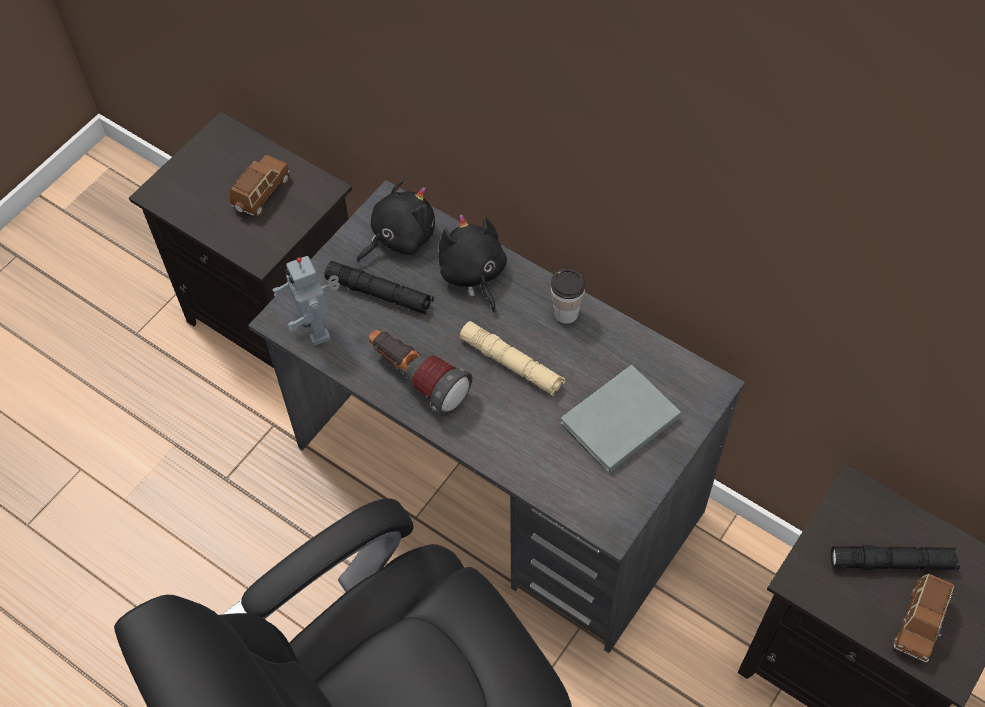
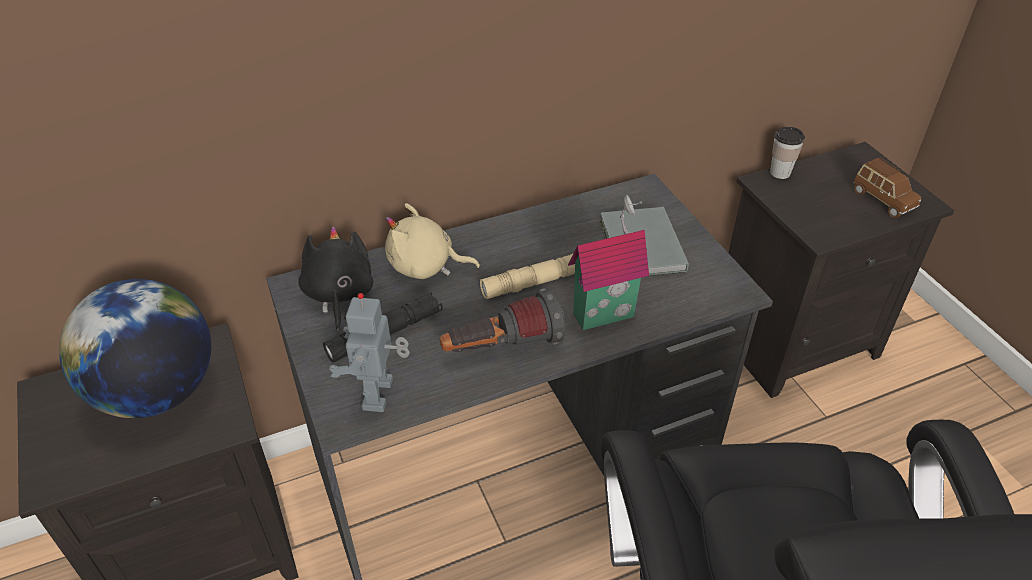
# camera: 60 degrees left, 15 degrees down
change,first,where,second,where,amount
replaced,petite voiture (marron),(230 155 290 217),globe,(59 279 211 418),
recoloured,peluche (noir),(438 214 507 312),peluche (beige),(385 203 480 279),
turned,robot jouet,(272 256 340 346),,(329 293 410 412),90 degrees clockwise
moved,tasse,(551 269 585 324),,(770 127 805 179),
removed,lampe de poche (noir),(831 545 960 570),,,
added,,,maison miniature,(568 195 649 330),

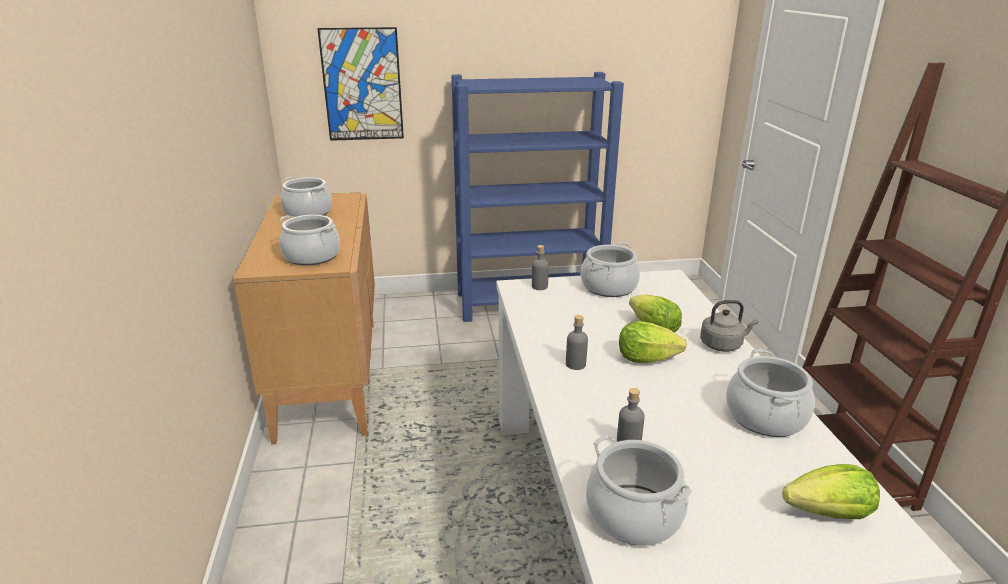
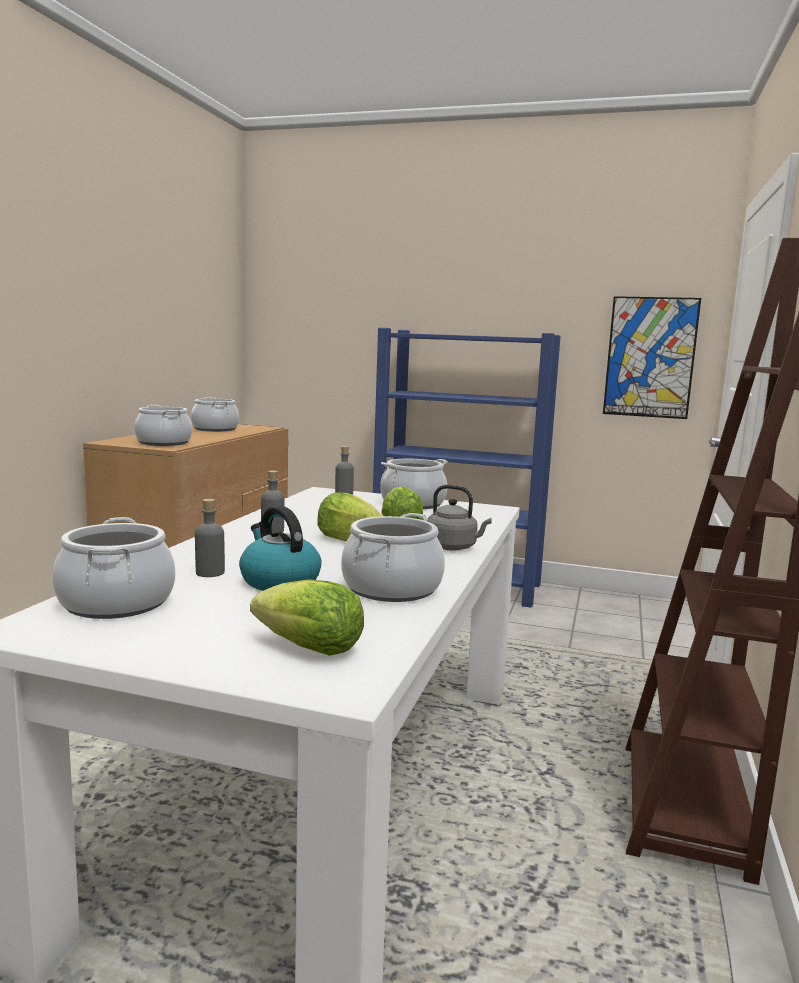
# camera: 25 degrees right, 15 degrees down
change,first,where,second,where,amount
moved,tableau,(317 27 404 141),,(603 296 701 419),
added,,,bouilloire,(239 506 322 591),

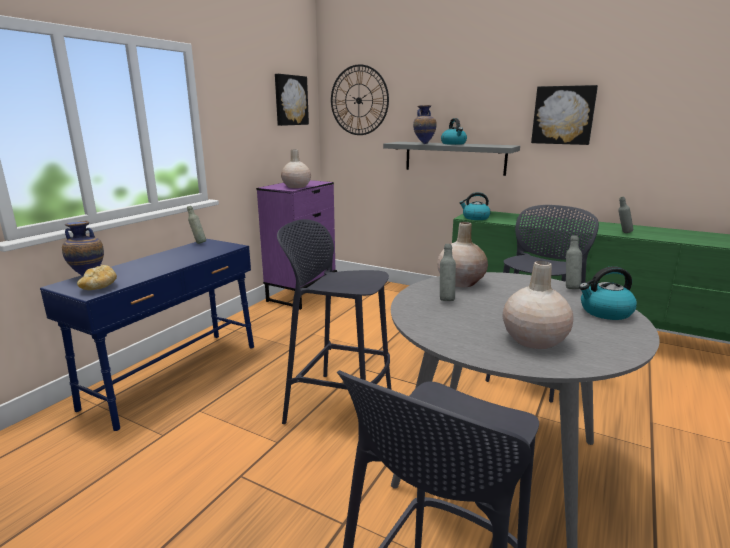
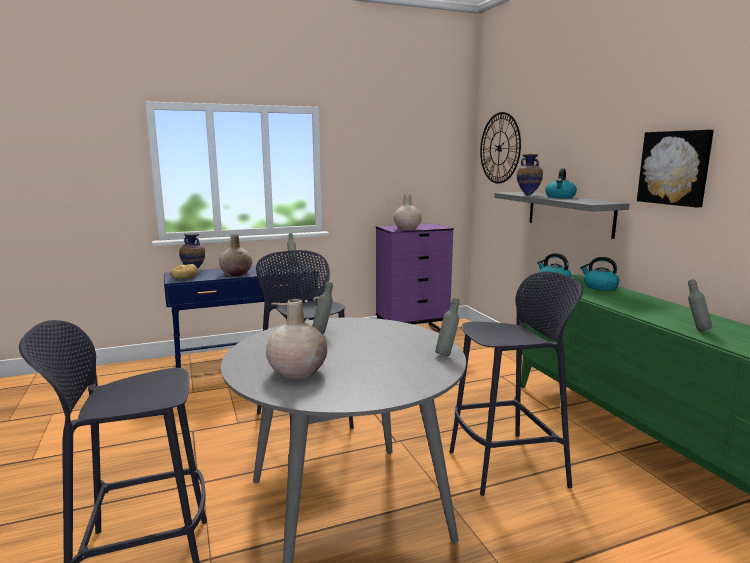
# camera: 40 degrees right, 5 degrees down
change,first,where,second,where,amount
removed,tableau,(275 74 309 126),,,
moved,vase (beige),(437 222 488 287),,(219 234 252 276),
moved,bouilloire,(579 266 637 320),,(580 257 619 291),

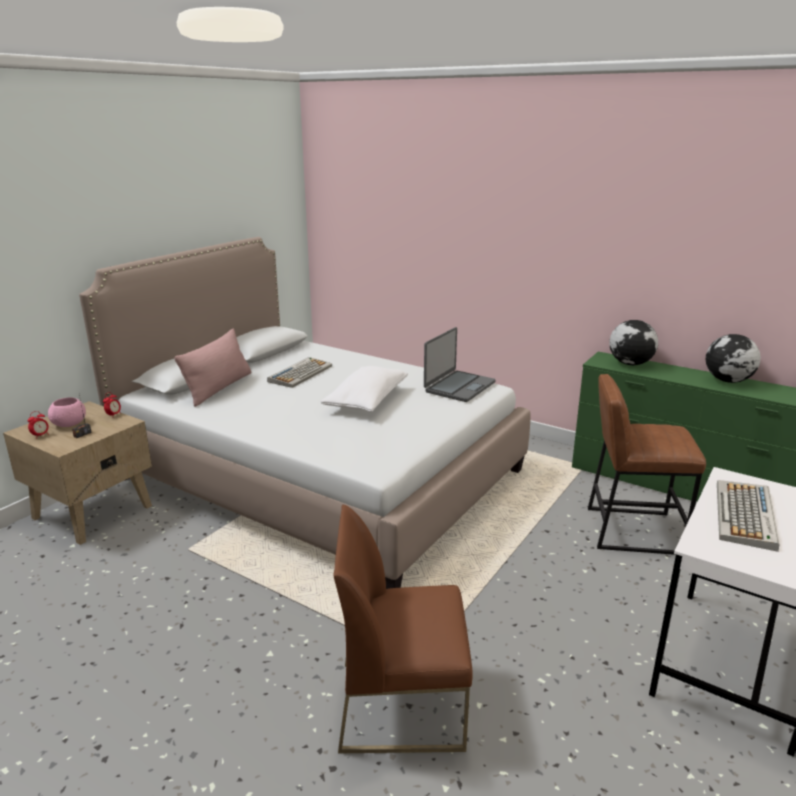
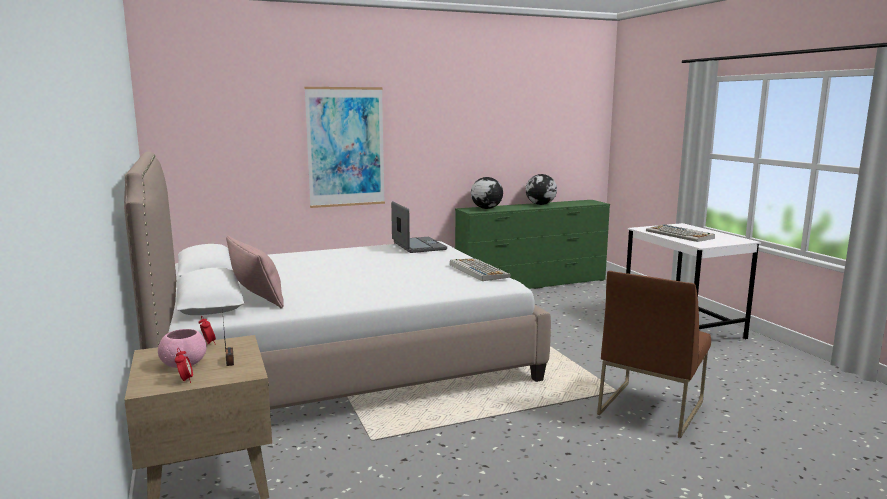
# camera: 55 degrees left, 10 degrees down
change,first,where,second,where,amount
moved,clavier,(267 357 332 388),,(450 258 511 281),
removed,coussin (blanc),(321 366 408 412),,,
removed,chaise (marron),(588 374 706 555),,,
added,,,tableau,(304 87 385 208),

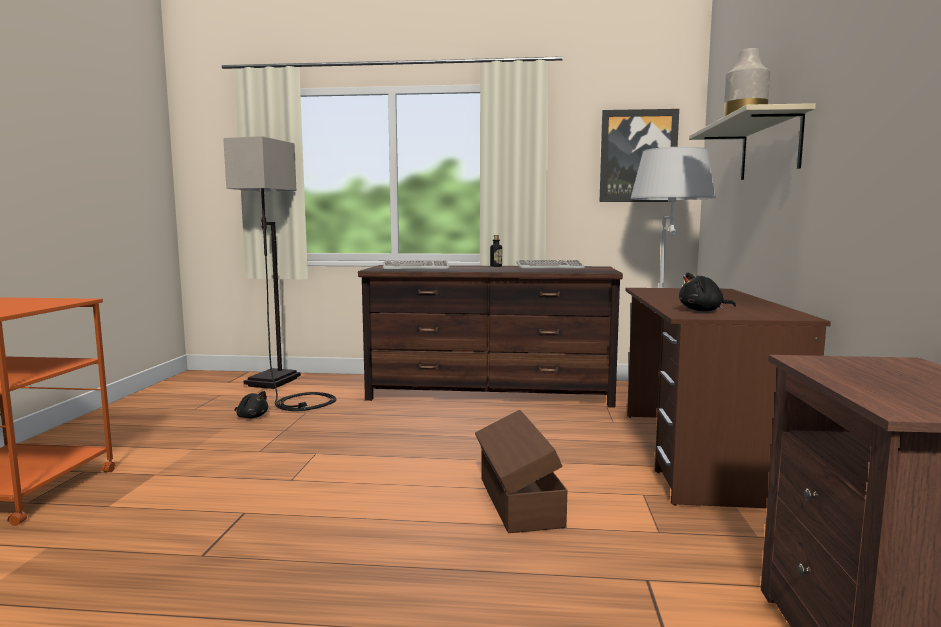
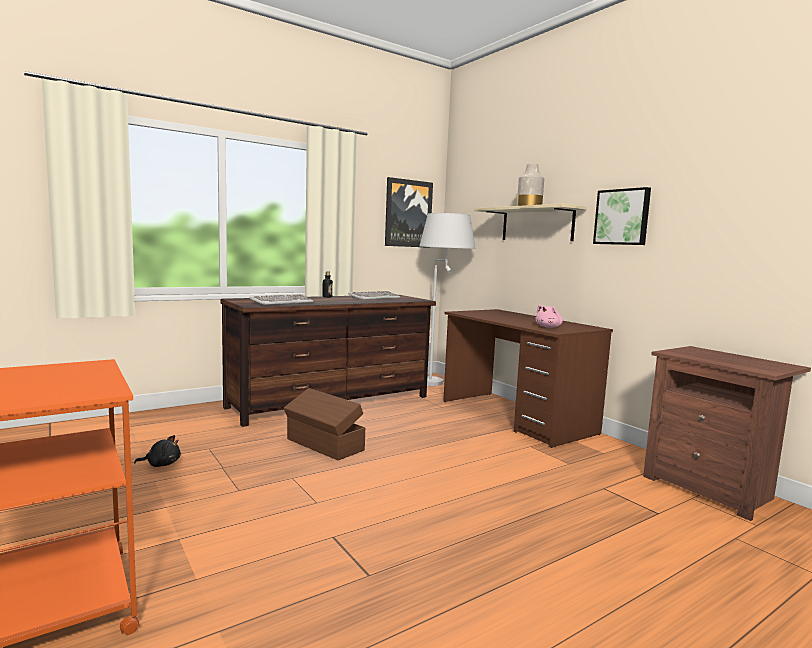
# camera: 40 degrees left, 0 degrees up
change,first,where,second,where,amount
removed,lampadaire,(223 136 337 411),,,
recoloured,peluche (noir),(679 273 736 311),peluche (rose),(535 304 563 328),
moved,boîte de rangement (marron),(475 410 568 533),,(284 388 365 460),
added,,,tableau,(593 187 651 245),

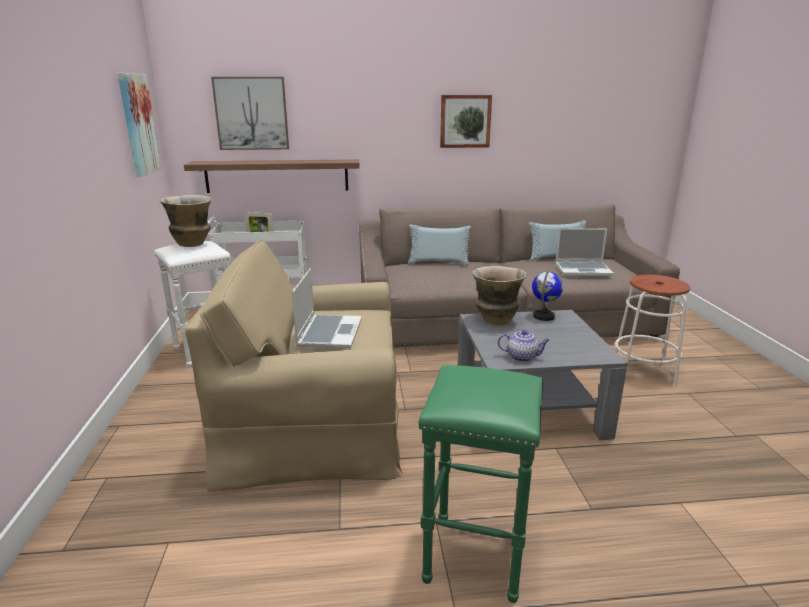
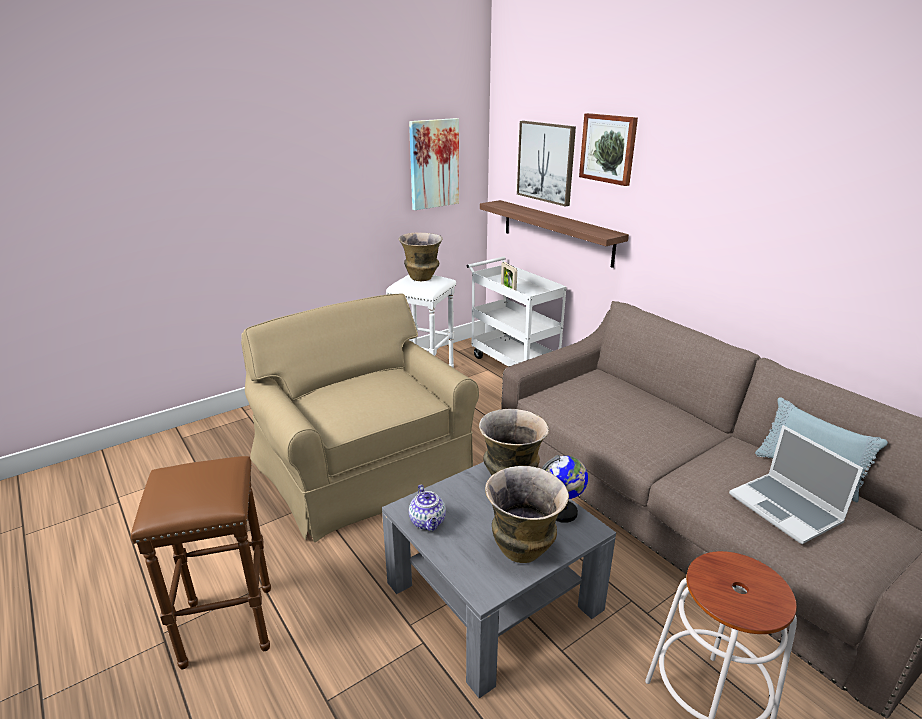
# camera: 60 degrees right, 5 degrees up
change,first,where,second,where,amount
moved,tableau,(440 95 492 148),,(579 113 638 186),
removed,coussin (bleu),(408 224 471 266),,,
removed,ordinateur portable,(292 268 362 349),,,
recoloured,tabouret (vert),(419 365 543 603),tabouret (marron),(131 456 271 669),
added,,,vase,(485 466 569 563),

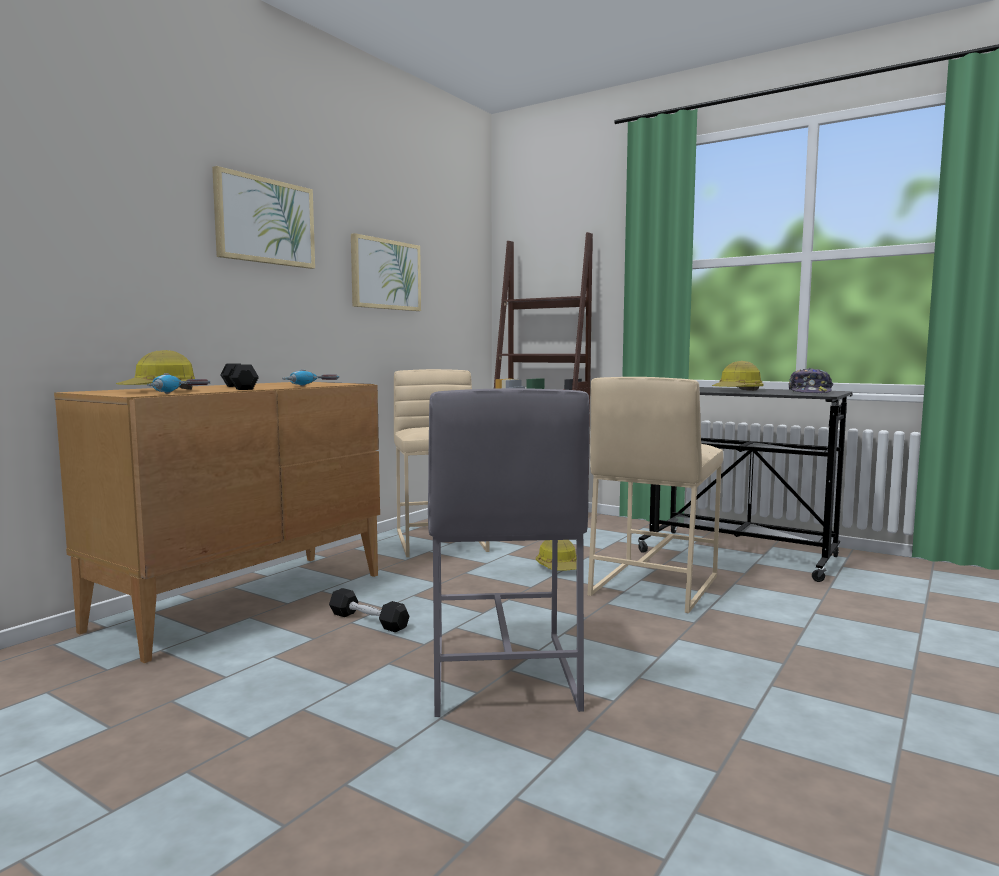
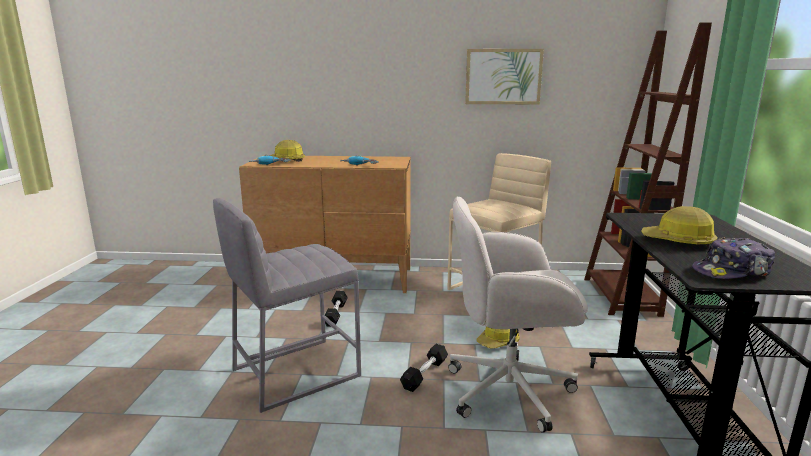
# camera: 60 degrees right, 10 degrees up
change,first,where,second,where,amount
removed,tableau,(212 166 315 269),,,
moved,haltère (noir),(221 363 259 390),,(400 344 448 392),
replaced,tabouret (beige),(587 377 723 613),chaise de bureau (blanc),(448 196 588 433),

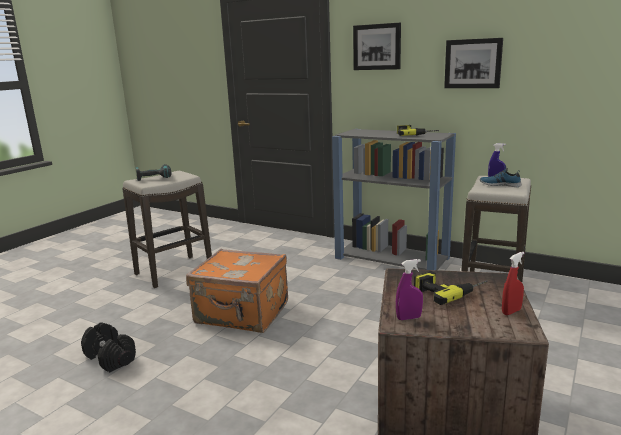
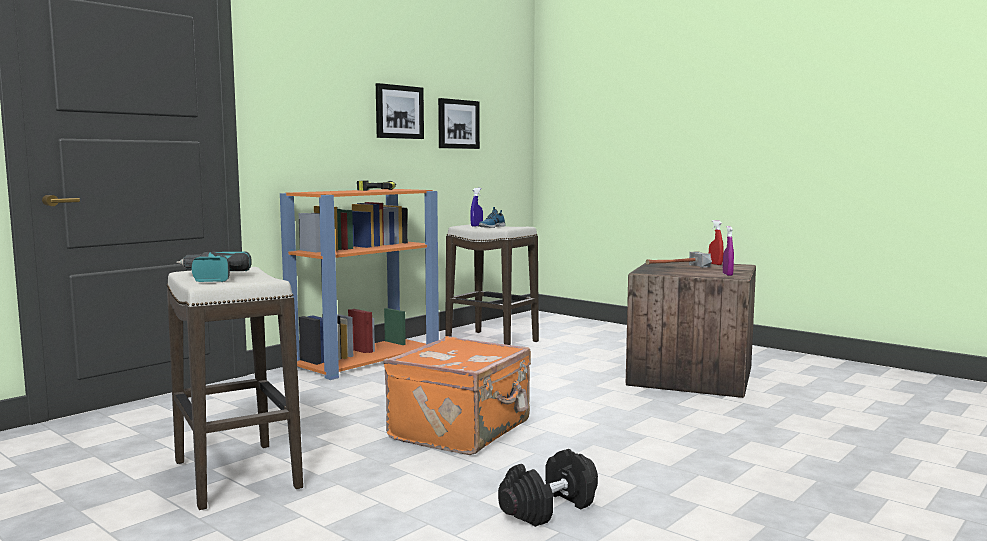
# camera: 80 degrees left, 10 degrees down
change,first,where,second,where,amount
moved,tableau,(353 23 401 70),,(438 98 480 149),
recoloured,bibliothèque (gris),(332 129 456 270),bibliothèque (orange),(280 189 439 380),
replaced,perceuse,(414 271 488 305),marteau,(646 251 712 268),

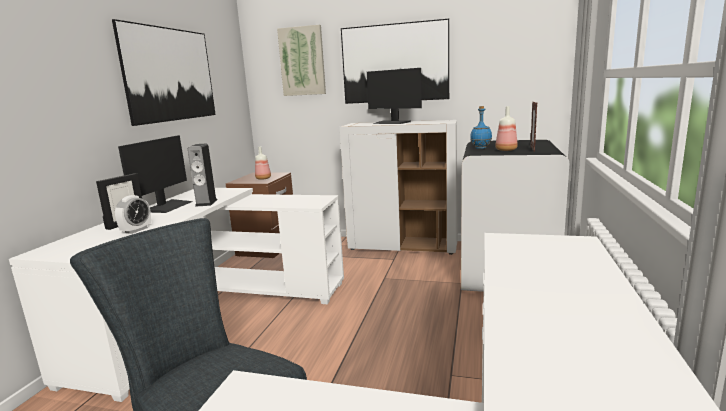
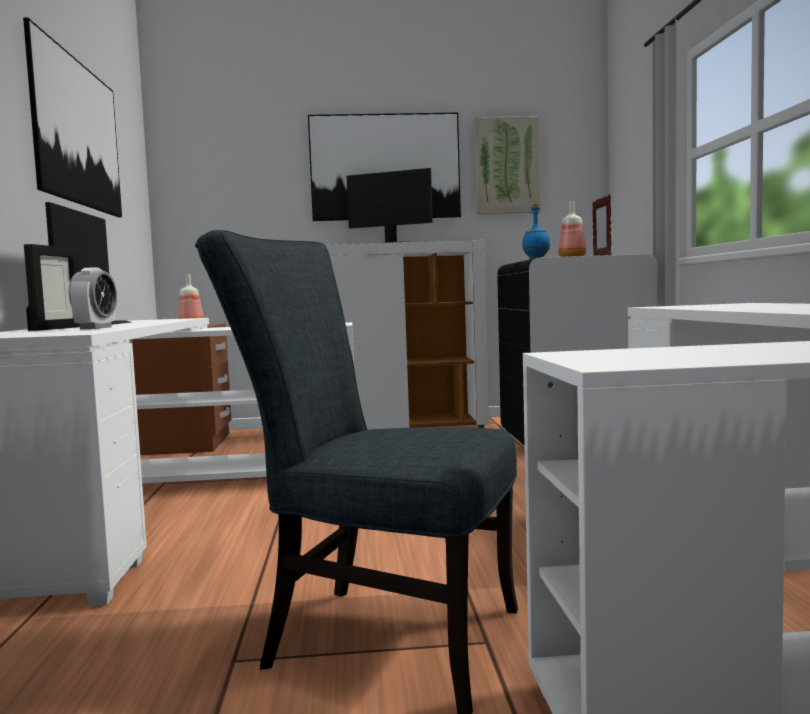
# camera: 20 degrees left, 10 degrees down
change,first,where,second,where,amount
moved,tableau,(277 25 326 96),,(474 116 541 214),
removed,enceinte,(188 144 217 207),,,

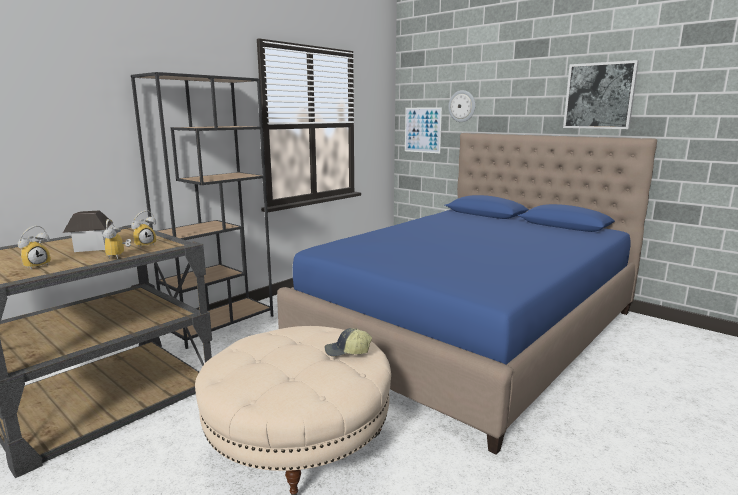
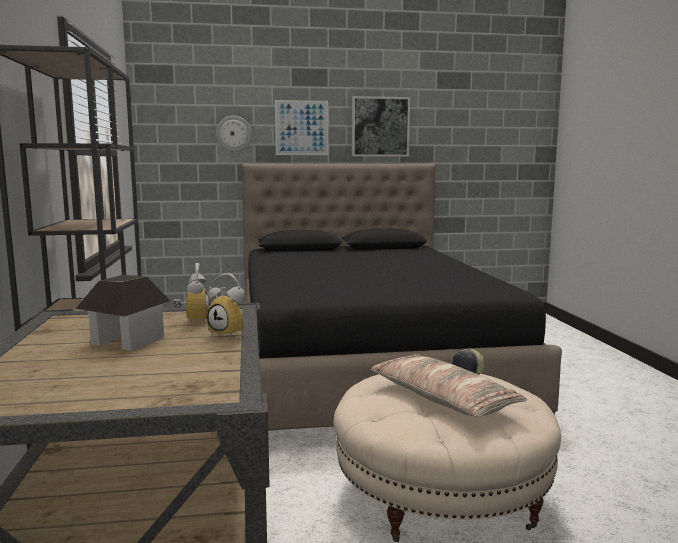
# camera: 50 degrees left, 5 degrees down
change,first,where,second,where,amount
moved,tableau,(405 107 442 153),,(275 100 328 155),
recoloured,lit (bleu),(277 133 657 455),lit (noir),(242 164 562 431),
removed,réveil,(18 226 51 270),,,
added,,,coussin,(371 354 527 417),

